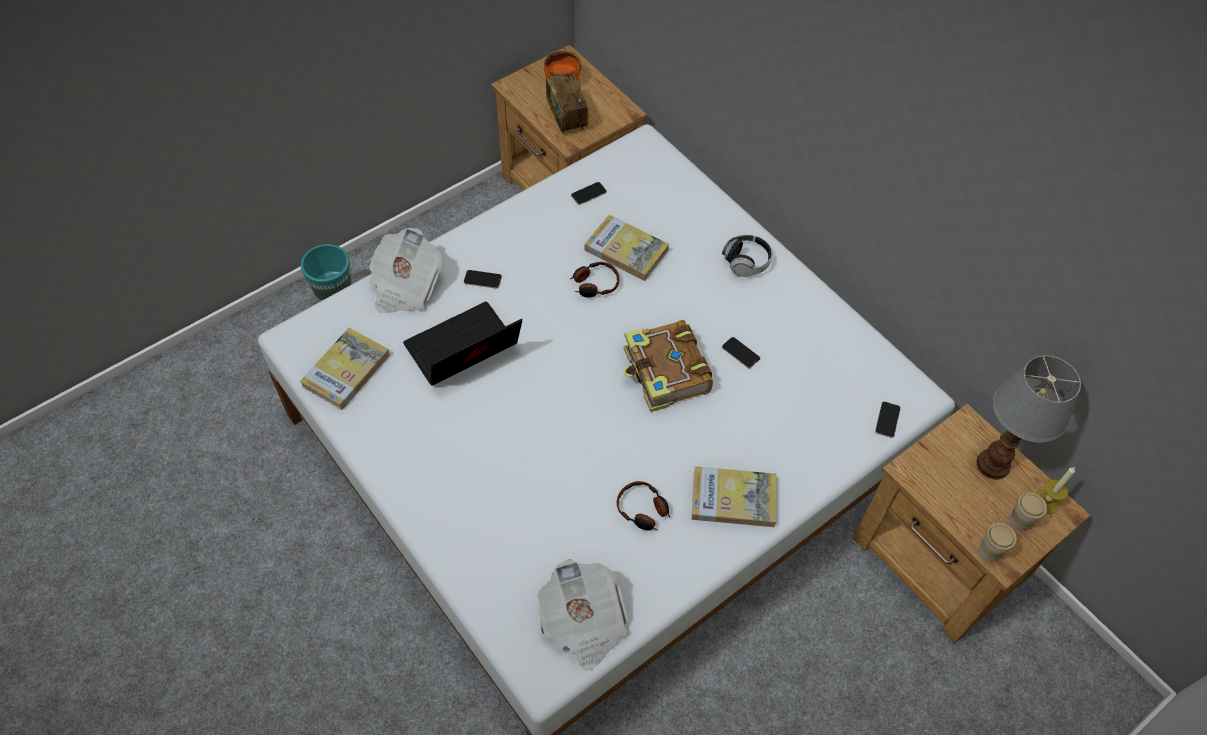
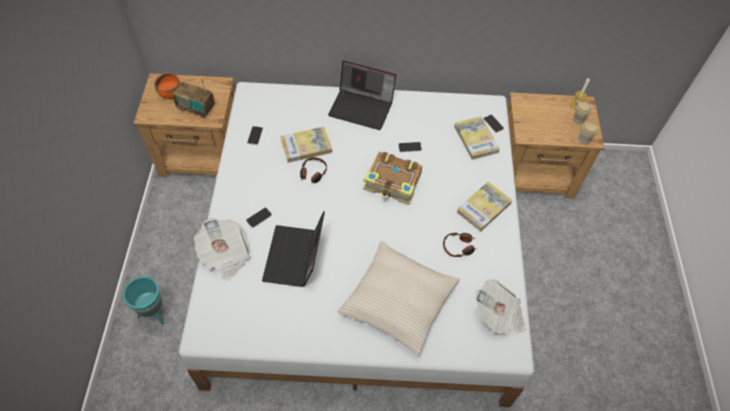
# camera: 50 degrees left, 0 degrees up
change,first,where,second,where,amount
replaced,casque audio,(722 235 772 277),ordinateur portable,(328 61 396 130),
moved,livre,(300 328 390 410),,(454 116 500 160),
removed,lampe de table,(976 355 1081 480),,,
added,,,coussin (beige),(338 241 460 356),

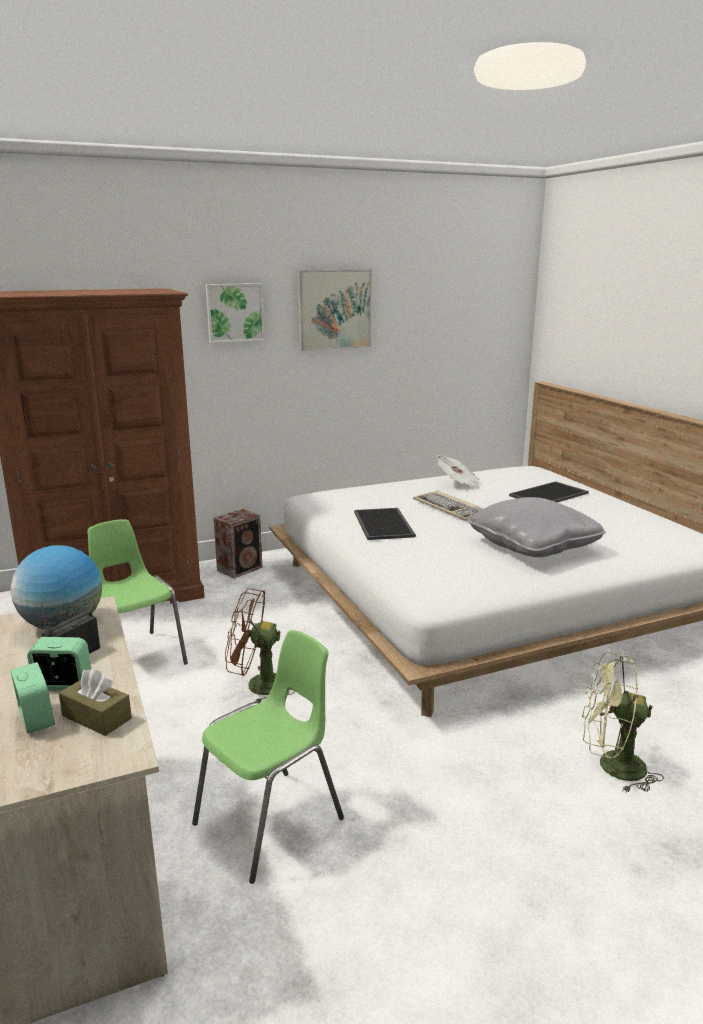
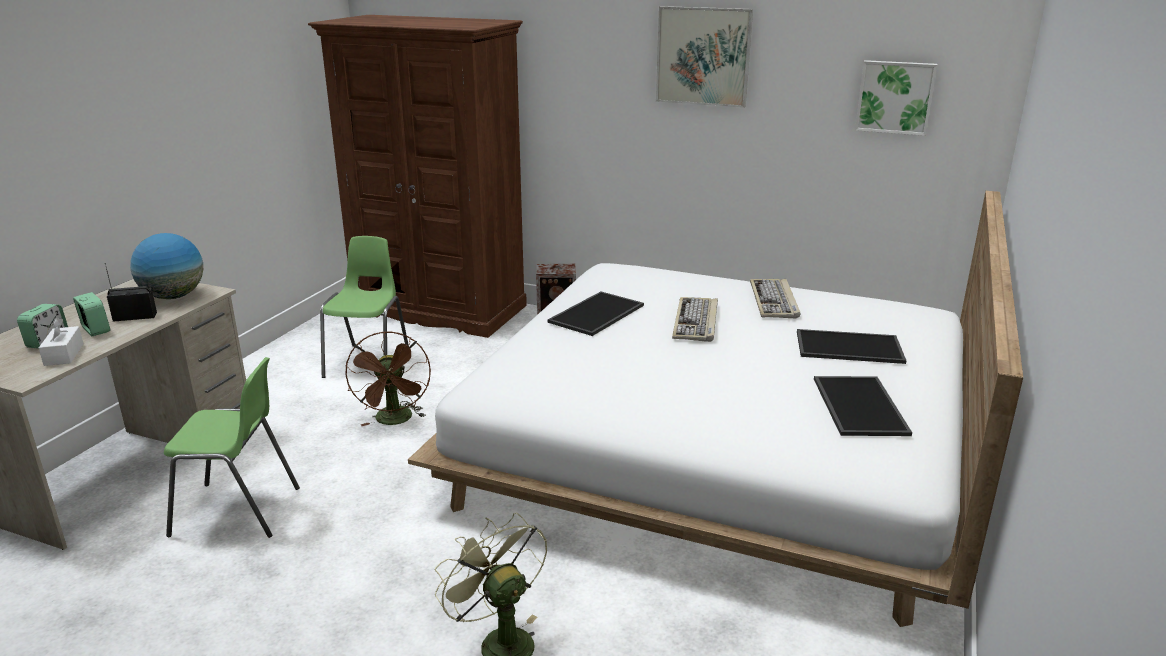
# camera: 45 degrees right, 5 degrees up
change,first,where,second,where,amount
moved,tableau,(206 283 265 343),,(855 60 937 136),
replaced,journal,(436 455 480 489),clavier,(750 279 800 318),
removed,coussin (gris),(467 497 606 557),,,
turned,ventilateur (marron),(225 588 295 703),,(345 332 431 426),150 degrees counterclockwise
recoloured,boîte à mouchoirs (marron),(59 668 132 736),boîte à mouchoirs (blanc),(39 318 84 366),
added,,,plateau,(814 376 912 436),

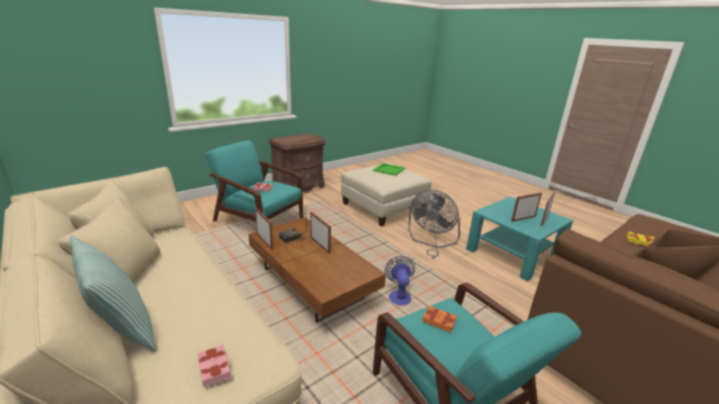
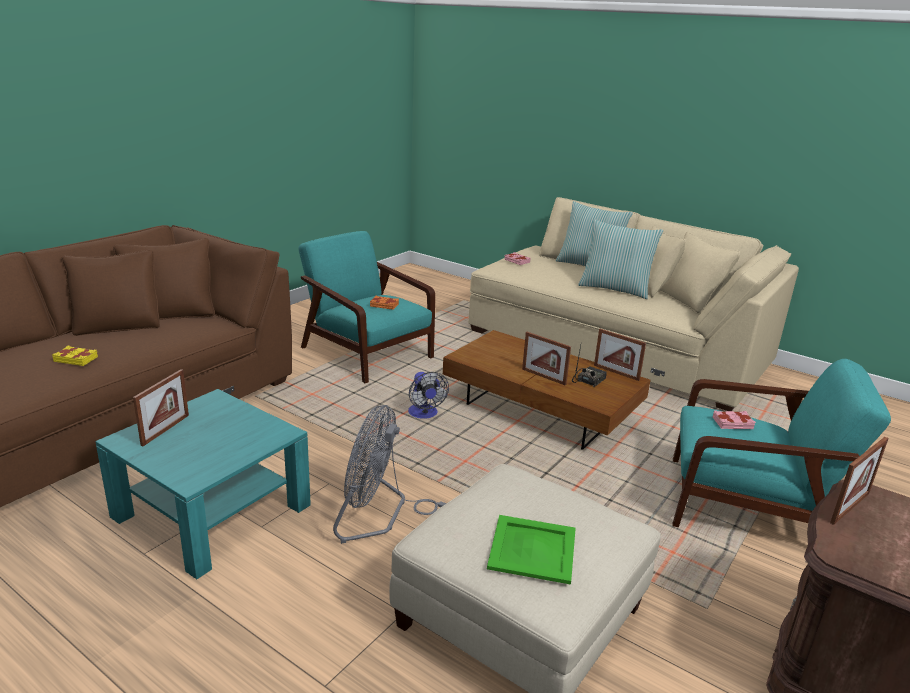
# camera: 165 degrees right, 0 degrees up
change,first,where,second,where,amount
turned,ventilateur (gris),(408 190 460 259),,(333 405 446 544),90 degrees clockwise
moved,cadre photo,(511 193 542 222),,(830 437 889 525),
added,,,coussin,(578 219 663 299),

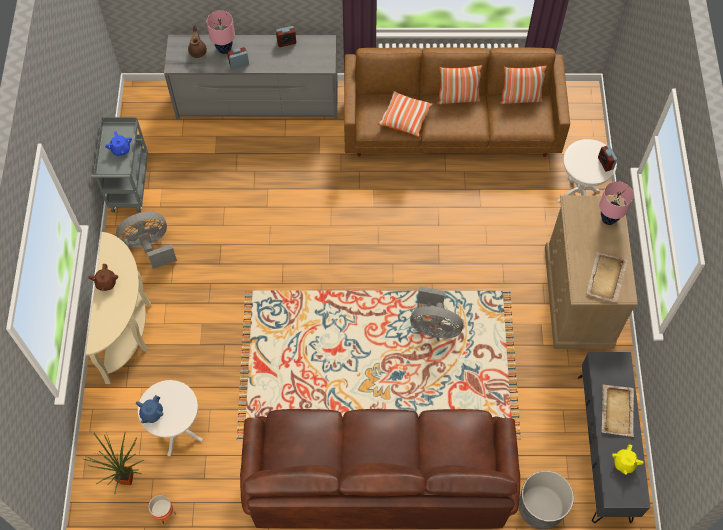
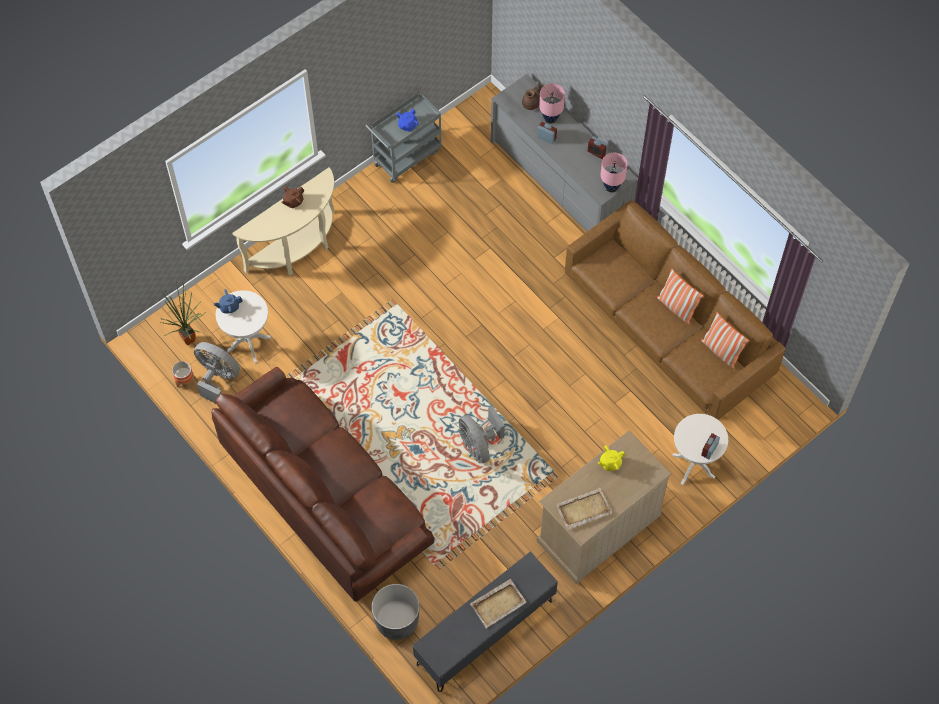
# camera: 50 degrees right, 0 degrees up
change,first,where,second,where,amount
removed,coussin,(377 91 433 137),,,
moved,lampe de table (rose),(599 181 634 225),,(600 153 628 192),
moved,ventilateur (gris),(116 212 177 269),,(194 342 240 404),
moved,théière (jaune),(612 444 644 475),,(598 445 625 471),

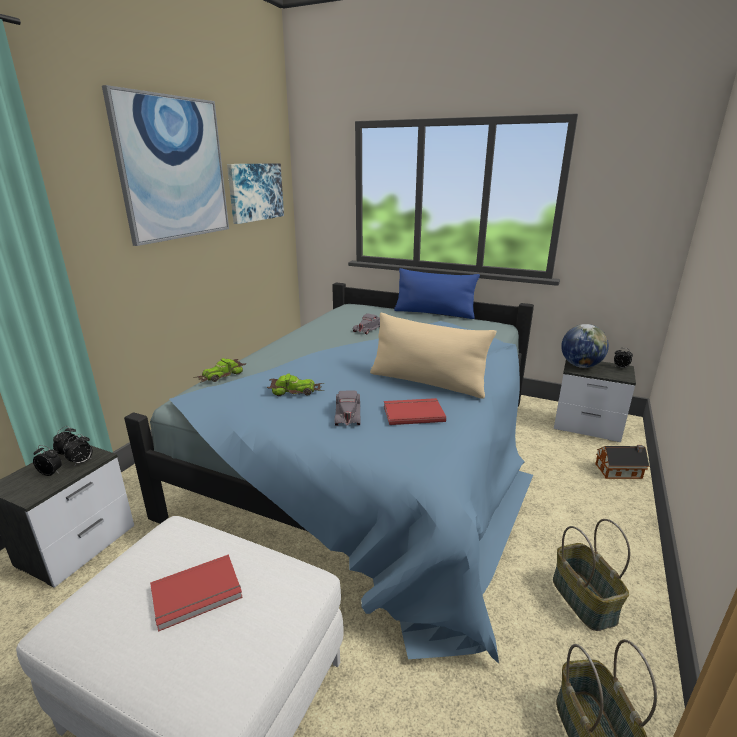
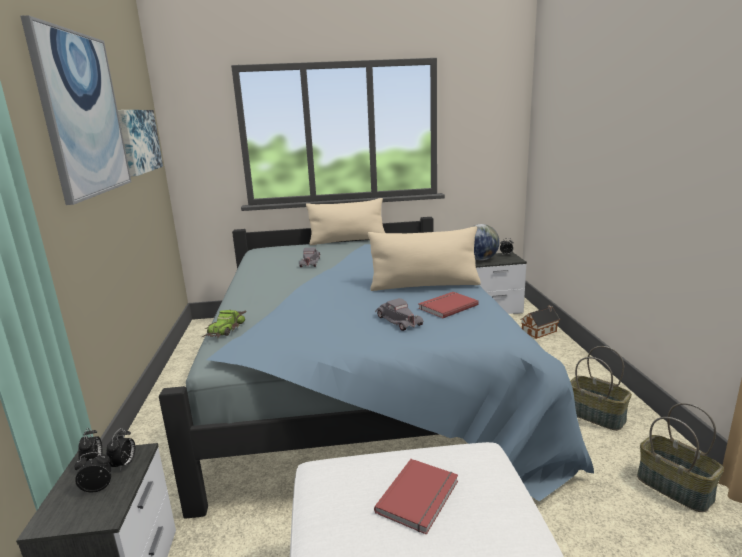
# camera: 30 degrees left, 5 degrees down
change,first,where,second,where,amount
recoloured,coussin (bleu),(394 268 480 319),coussin (beige),(306 198 385 245),
removed,petite voiture,(267 373 324 396),,,

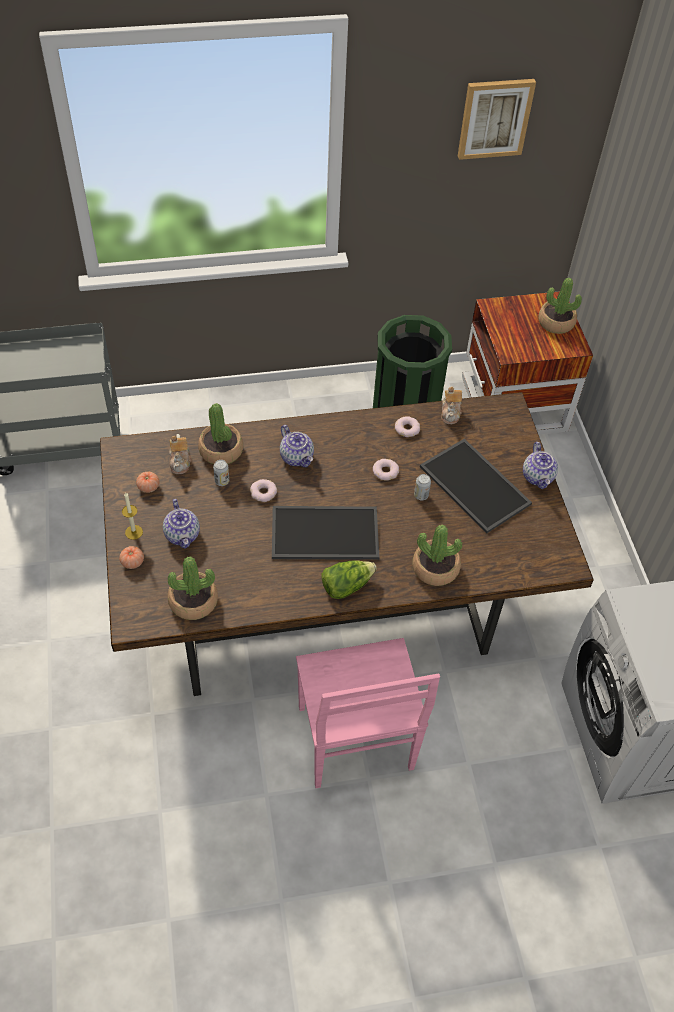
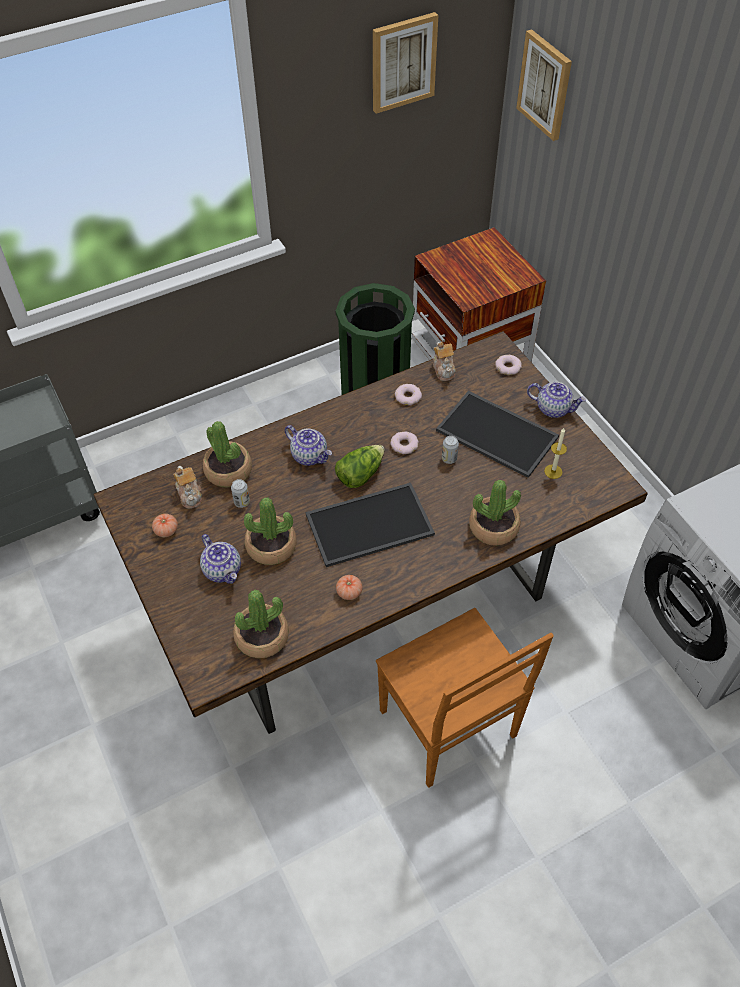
# camera: 15 degrees left, 0 degrees up
change,first,where,second,where,amount
moved,plante en pot,(538 278 582 334),,(244 497 297 565),
turned,théière,(523 442 558 489),,(527 382 586 418),45 degrees counterclockwise
moved,beignet,(250 479 277 502),,(495 355 522 375),
moved,bougie,(122 493 143 540),,(544 428 567 479),
moved,tomate,(119 546 144 569),,(336 575 363 600),
moved,laitue,(321 560 377 599),,(335 445 385 488),
recoloured,chaise (rose),(296 638 440 788),chaise (marron),(376 608 554 788),
added,,,tableau,(516 29 572 141),

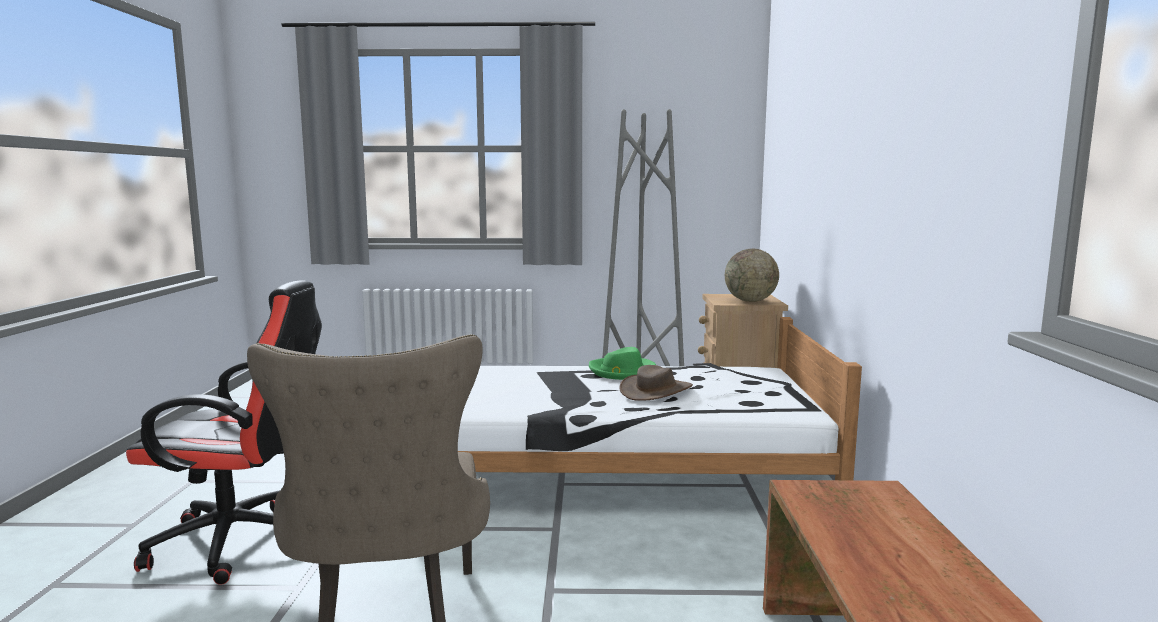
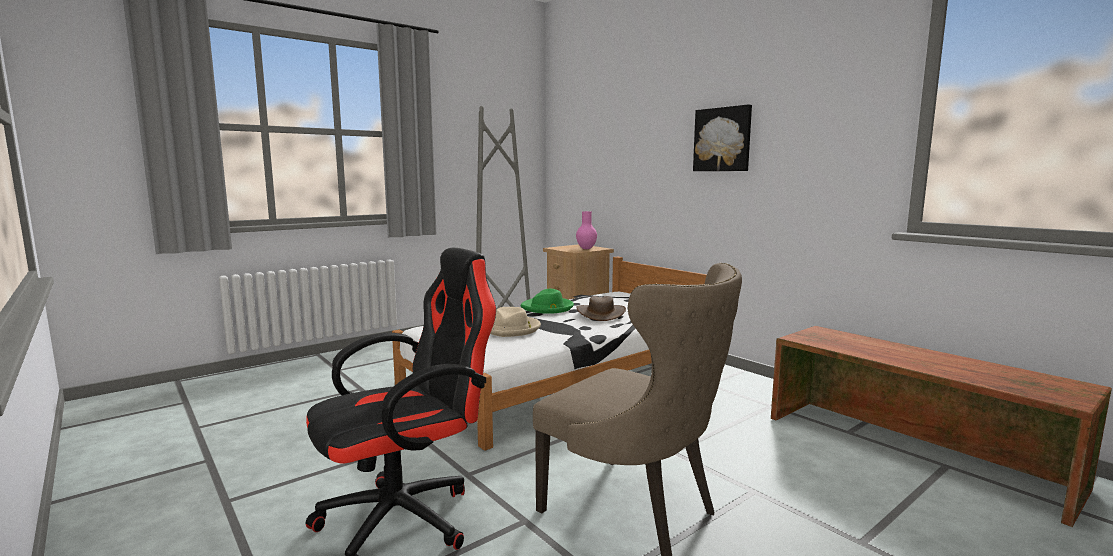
# camera: 40 degrees left, 0 degrees up
change,first,where,second,where,amount
replaced,globe,(725 249 779 302),vase (rose),(576 211 597 249),
added,,,tableau,(693 104 752 171),
added,,,chapeau (beige),(490 307 541 337),

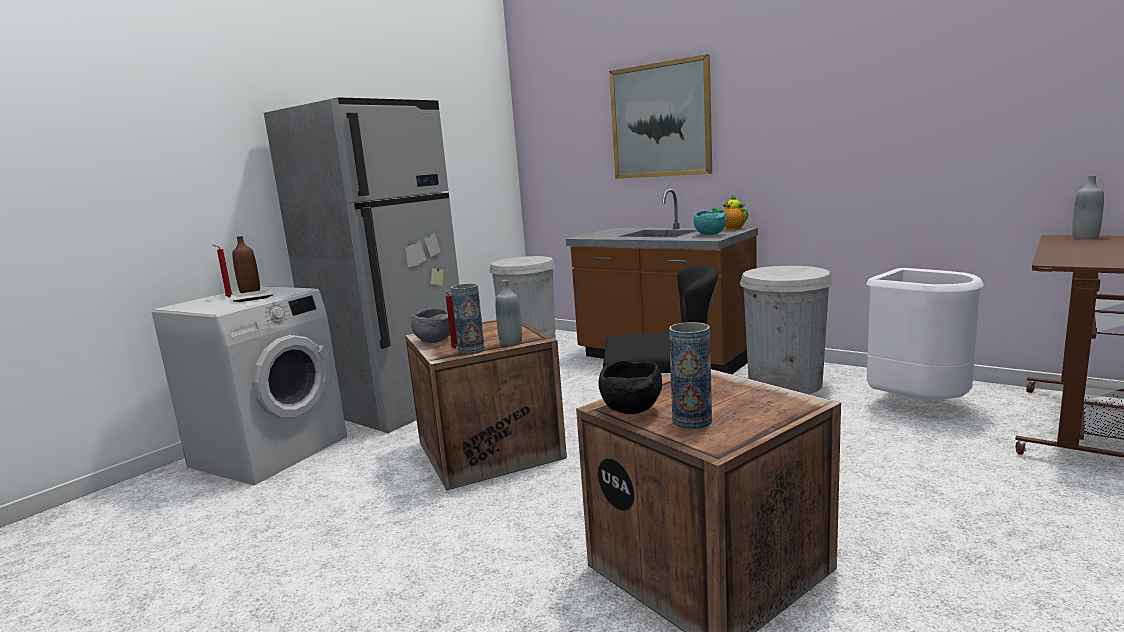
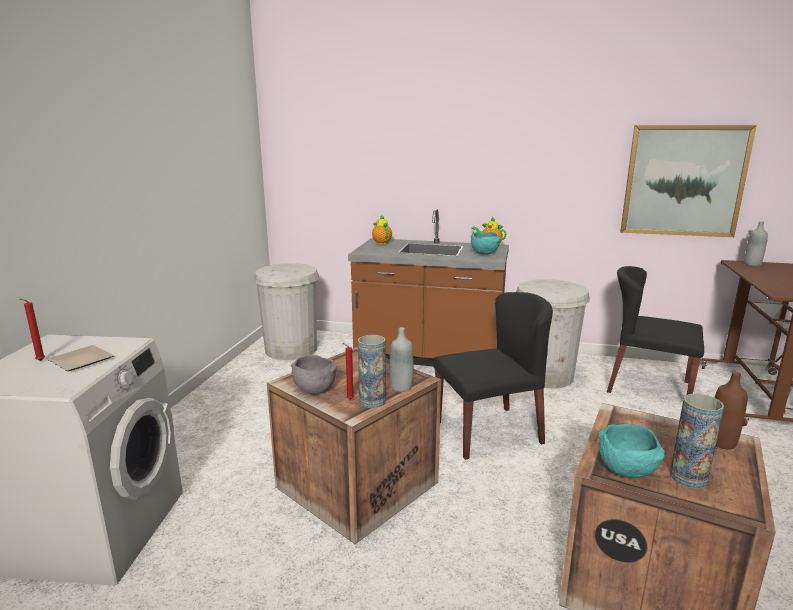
# camera: 25 degrees left, 5 degrees up
change,first,where,second,where,amount
moved,tableau,(609 54 712 179),,(620 125 757 237),
removed,réfrigérateur (gris),(264 97 459 433),,,
moved,bouteille (marron),(232 236 260 293),,(714 372 748 450),
replaced,poubelle (blanc),(867 268 984 400),chaise (noir),(607 266 704 395),
recoloured,bol (noir),(598 360 662 414),bol (turquoise),(599 424 665 478),
added,,,théière,(372 215 392 244),

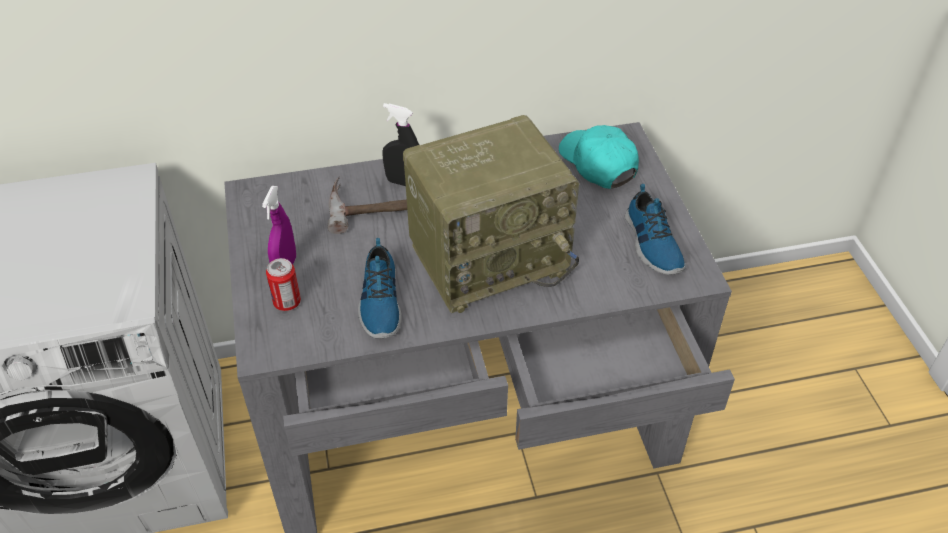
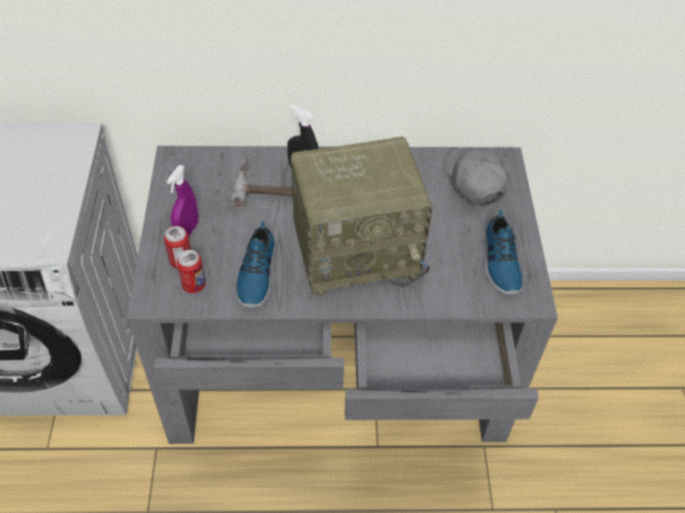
# camera: 10 degrees right, 5 degrees up
change,first,where,second,where,amount
recoloured,casquette (turquoise),(559 125 639 189),casquette (gris),(443 147 507 206),
added,,,boîte métallique,(177 250 206 293),

